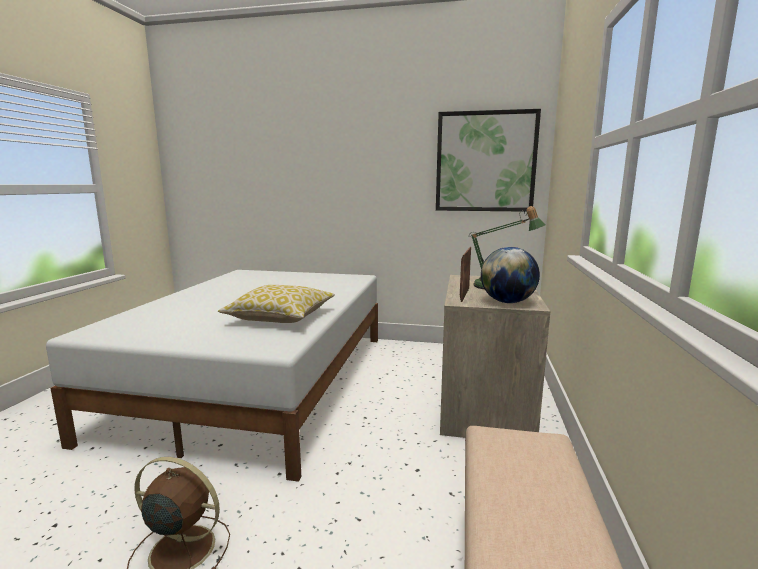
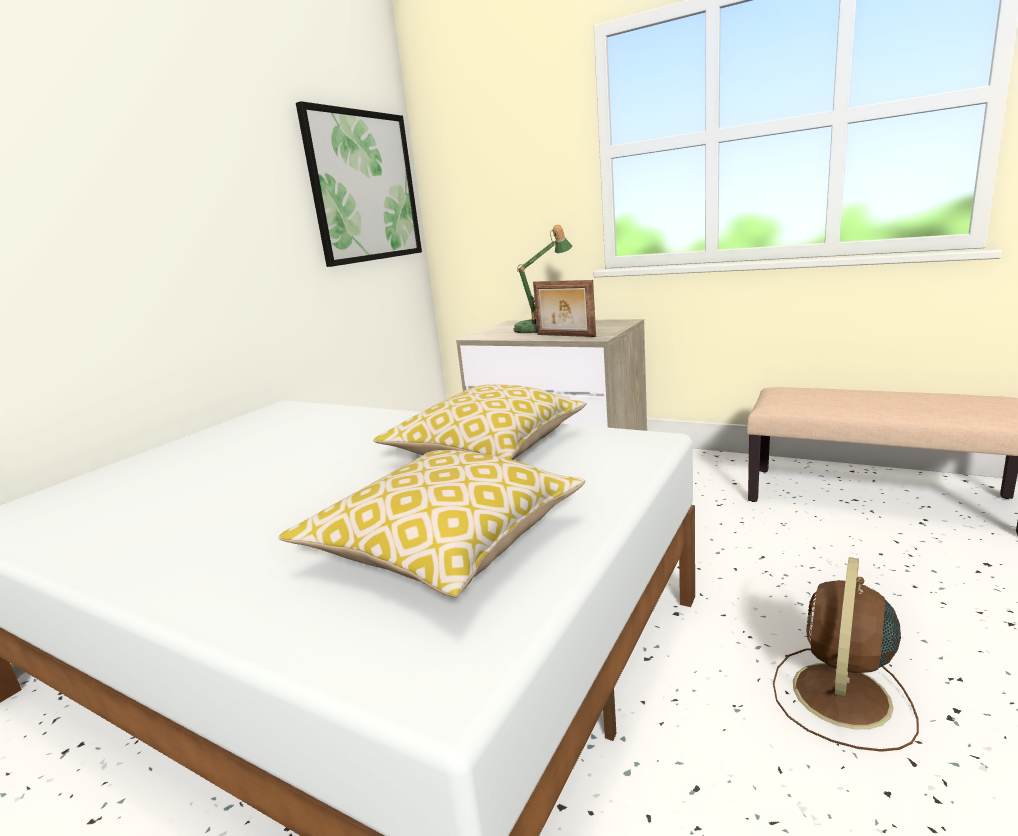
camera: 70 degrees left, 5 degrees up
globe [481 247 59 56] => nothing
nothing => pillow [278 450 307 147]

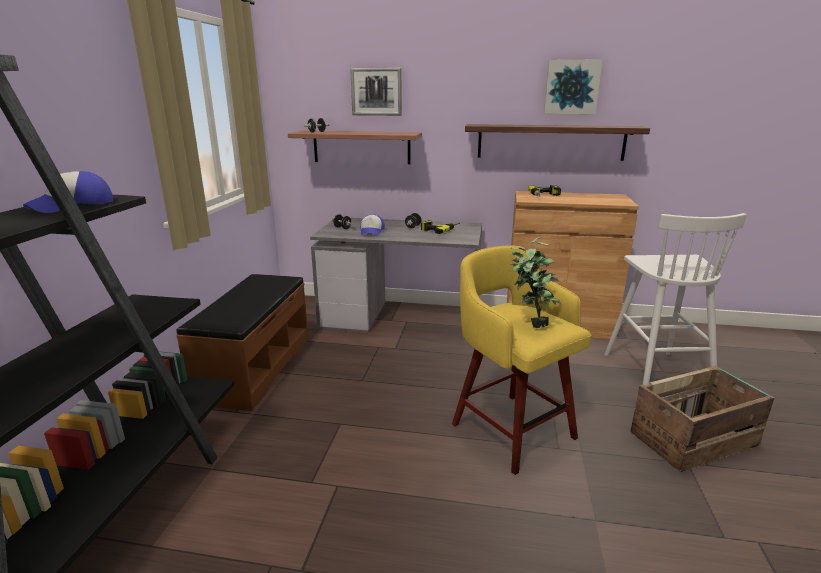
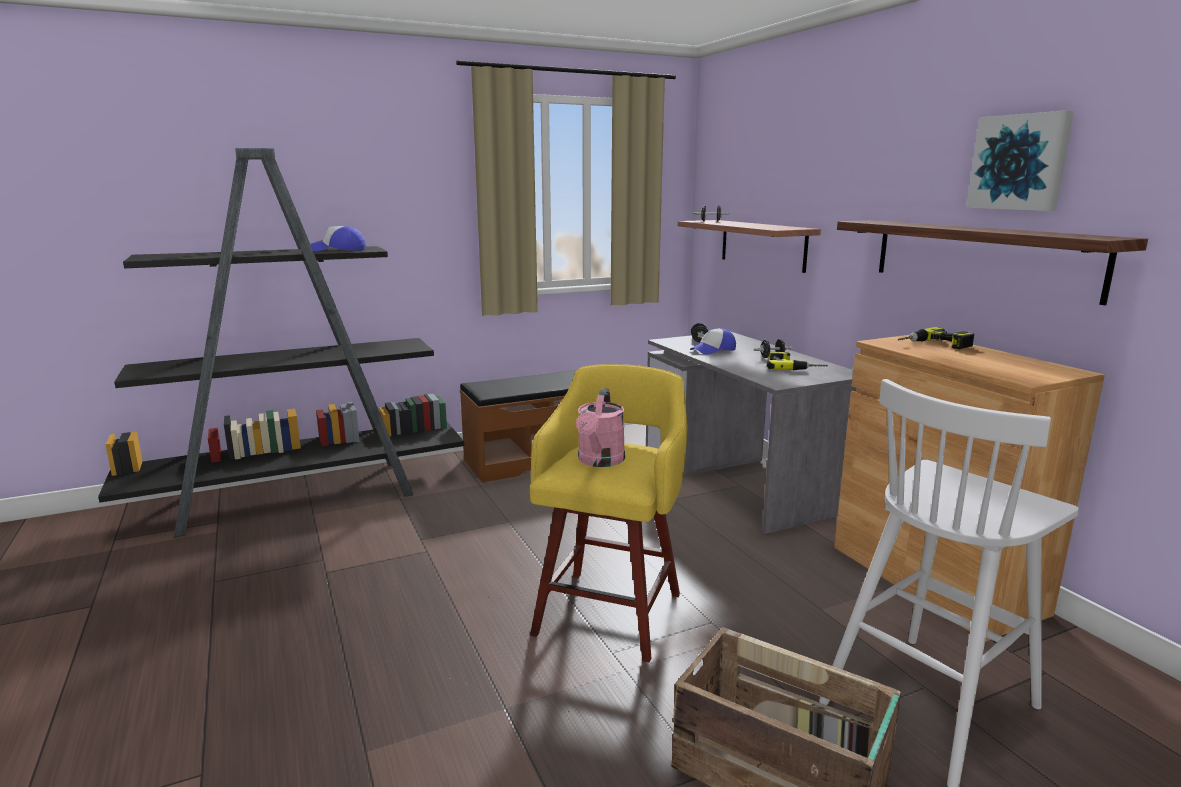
camera: 55 degrees right, 5 degrees down
picture [350 68 52 48] => nothing
potted plant [510 236 52 92] => pink watering can [576 388 49 79]

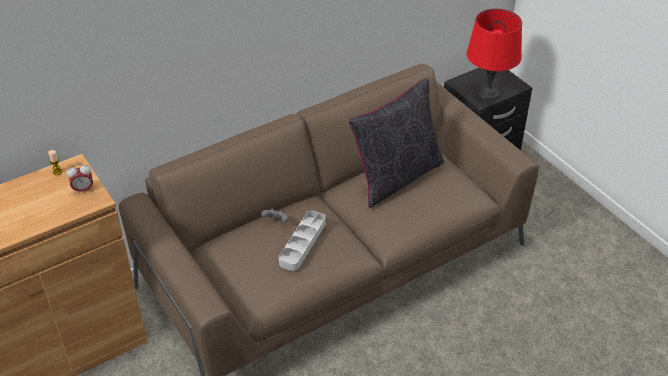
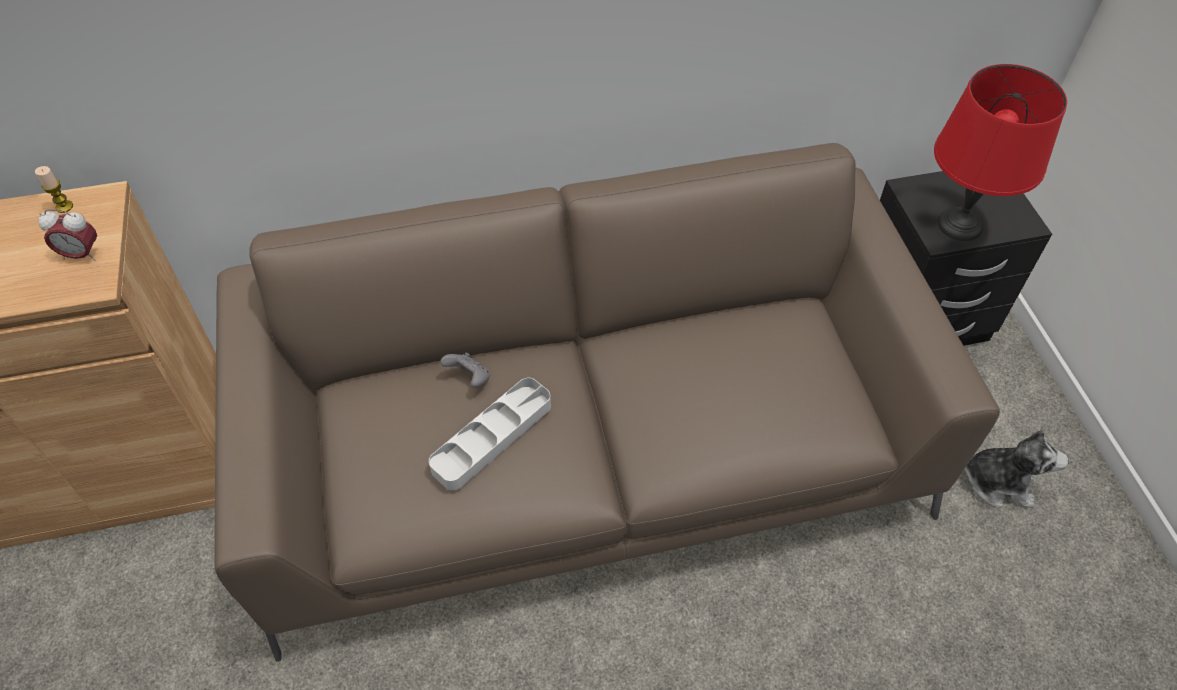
camera: 20 degrees right, 10 degrees up
black pillow [349 78 95 130] => nothing
nothing => plush toy [965 430 104 78]

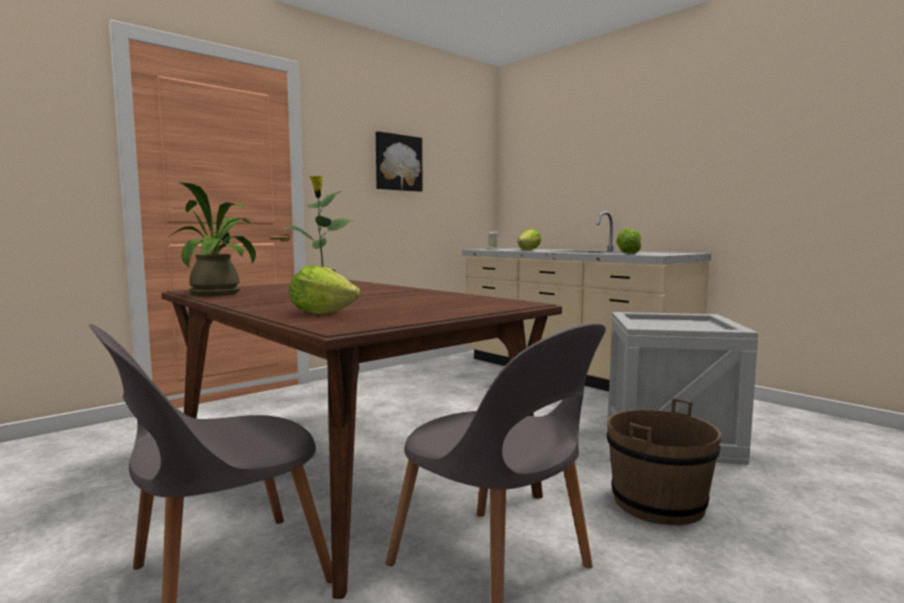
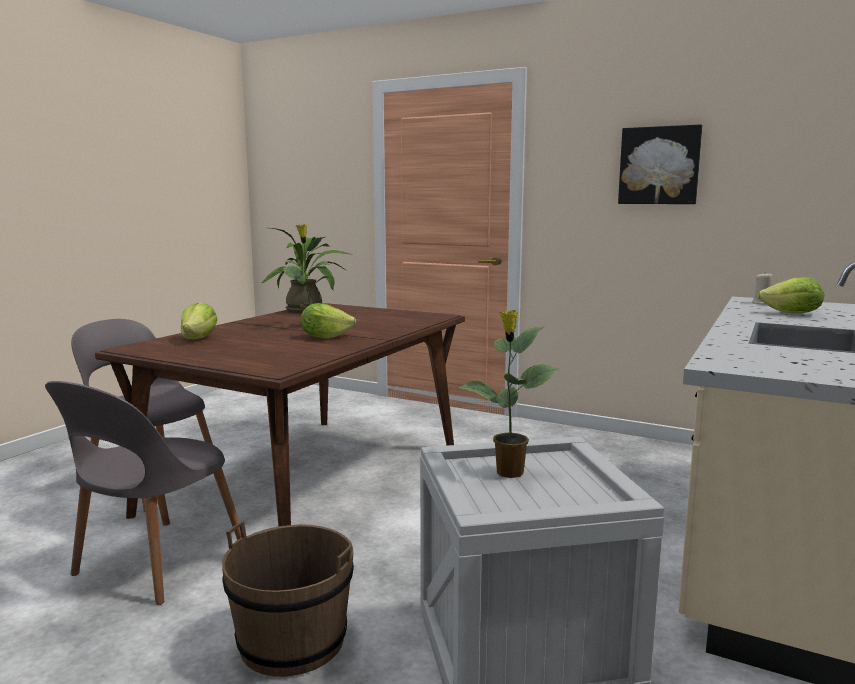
camera: 70 degrees right, 5 degrees up
lettuce [616 228 25 26] => lettuce [301 303 55 36], move
nothing => potted plant [458 310 102 168]

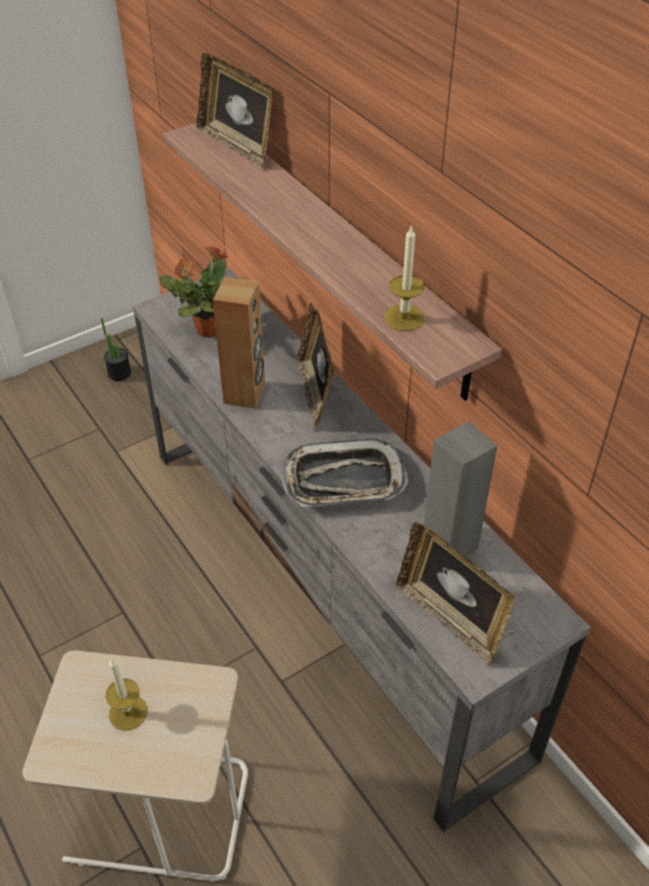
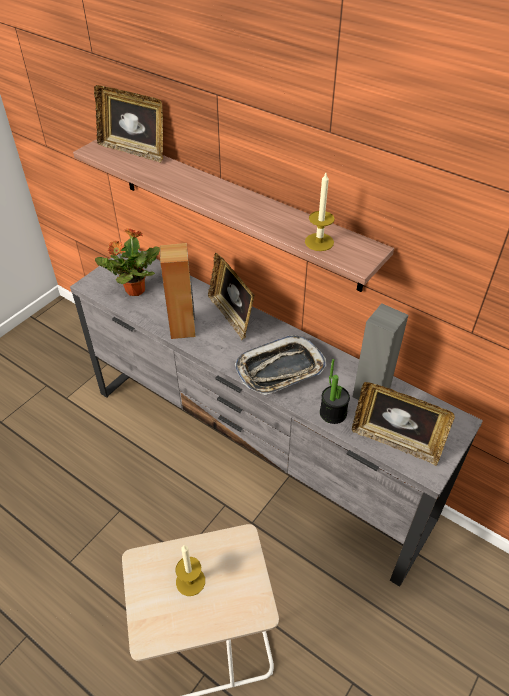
camera: 20 degrees left, 0 degrees up
potted plant [101 318 30 63] => potted plant [320 359 30 65], move

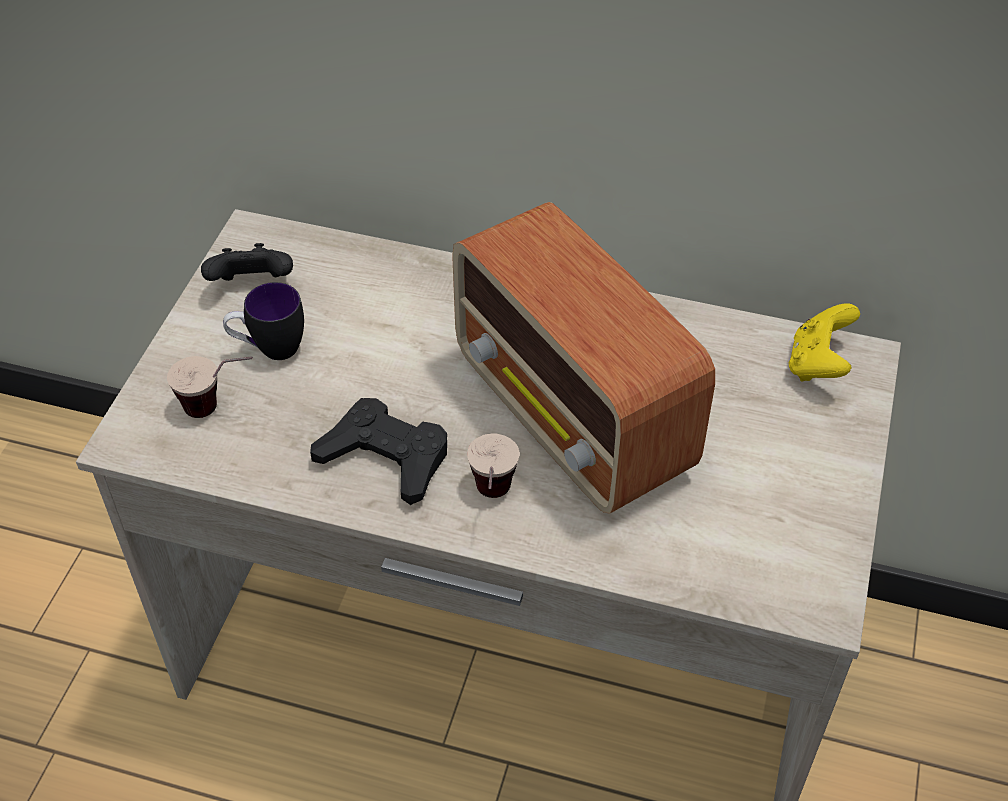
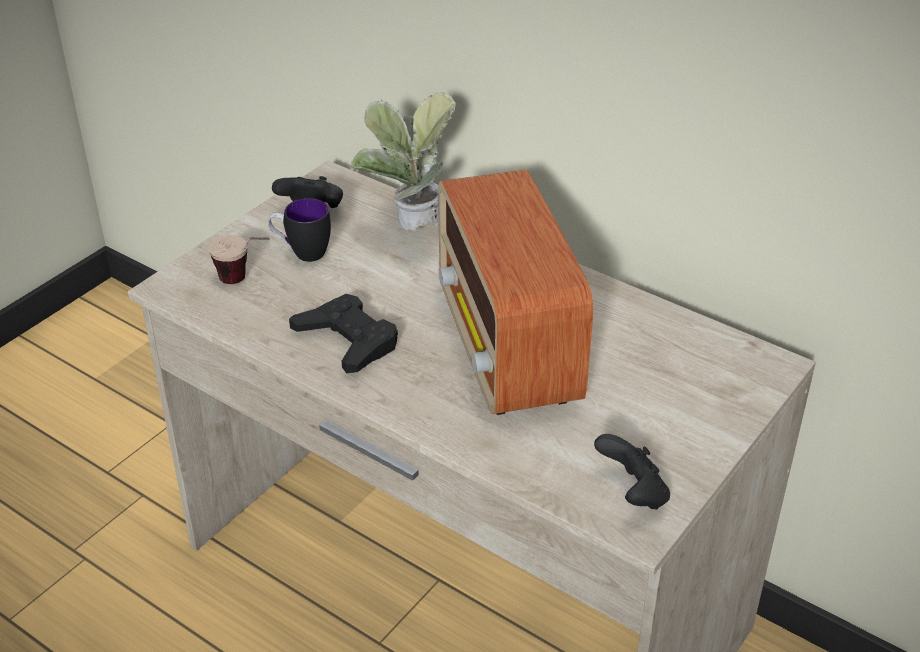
camera: 20 degrees right, 10 degrees down
yellow game controller [789 303 71 78] => nothing
cup [467 433 53 65] => nothing
nothing => potted plant [351 92 106 144]
nothing => black game controller [594 434 76 75]

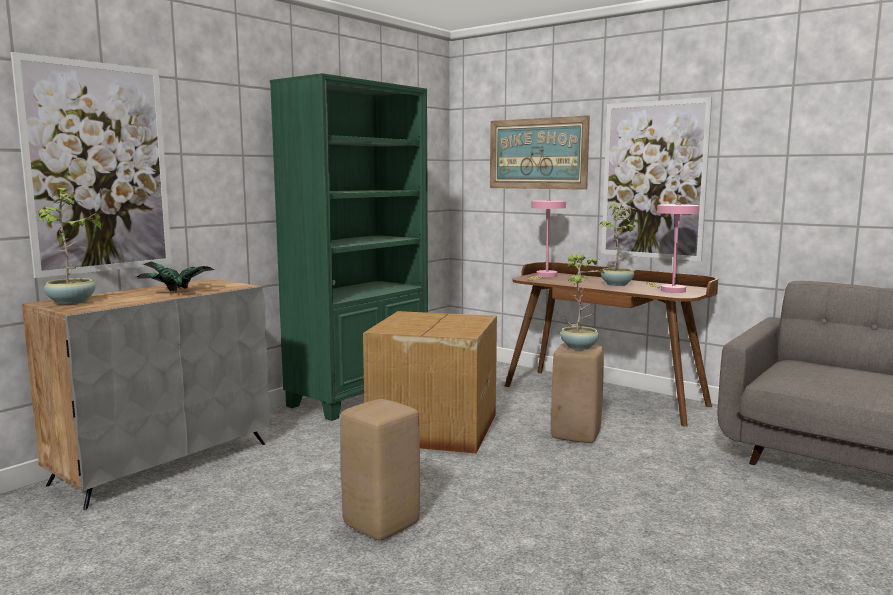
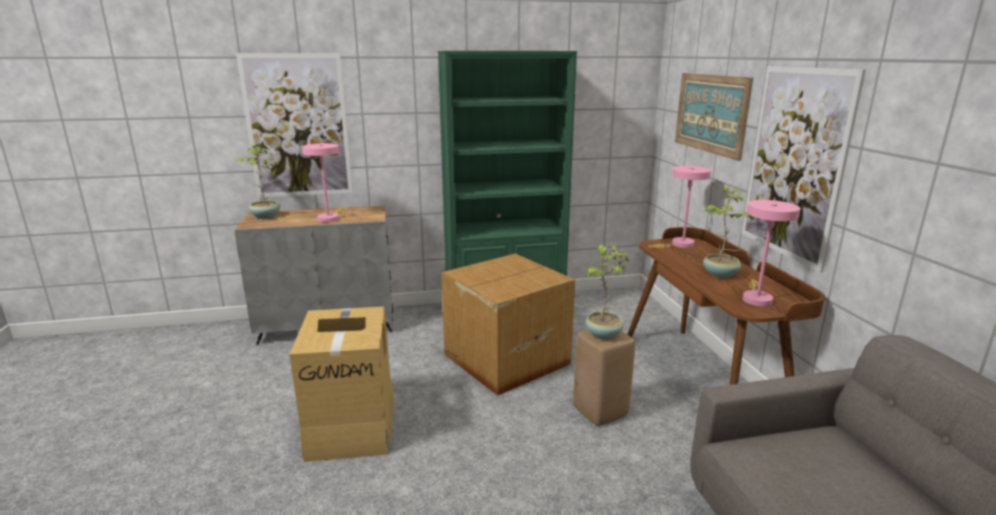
camera: 40 degrees right, 10 degrees up
potted plant [137 261 78 30] => pink table lamp [302 143 45 80]
beige stool [340 399 80 141] => cardboard box [290 306 104 156]

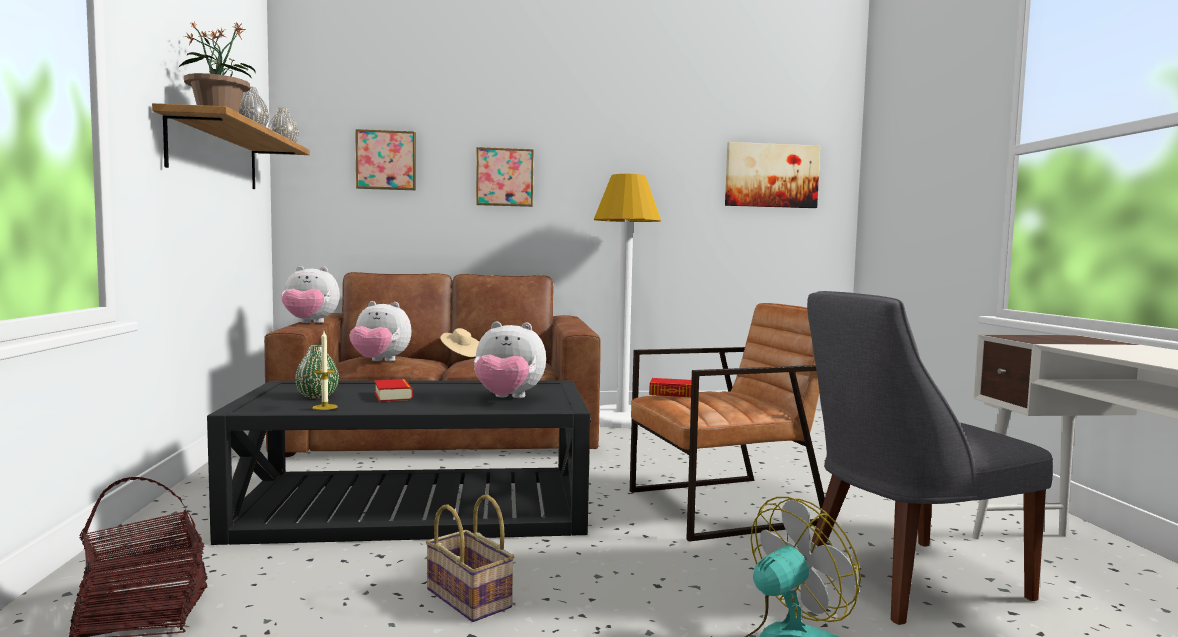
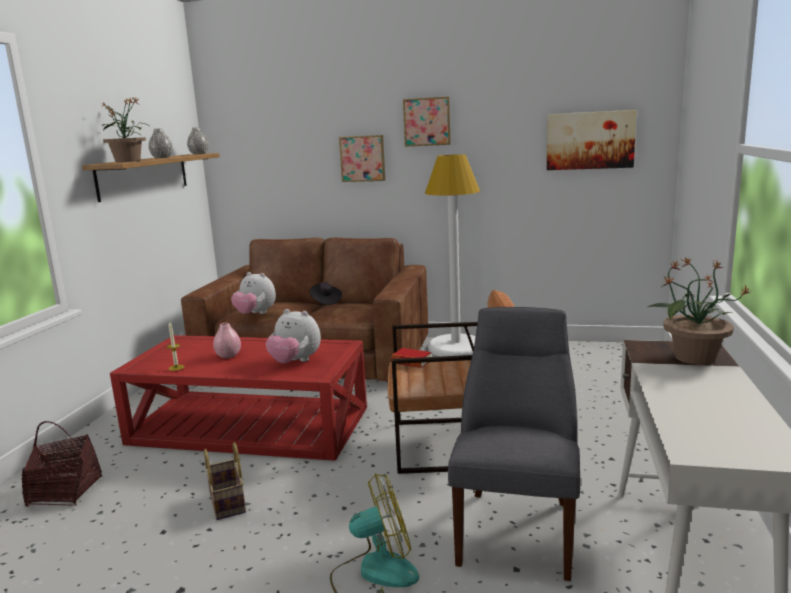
camera: 20 degrees right, 10 degrees up
picture [355 129 61 61] => picture [403 97 47 50], move
plush toy [281 266 59 57] => nothing
grey chair [807 291 246 334] => grey chair [448 307 132 274], 105 degrees clockwise
beige hat [440 328 39 29] => black hat [310 282 32 23]
green vase [295 345 44 54] => nothing
book [374 379 39 23] => pink vase [213 323 28 35]
black coffee table [207 380 384 165] => red coffee table [110 335 257 126]
nothing => potted plant [646 257 105 108]

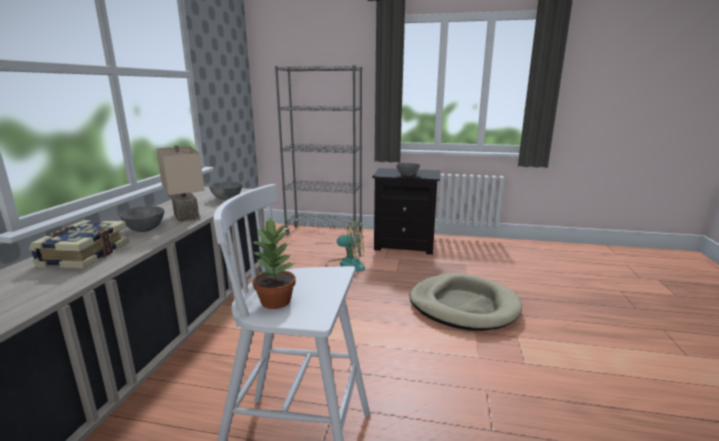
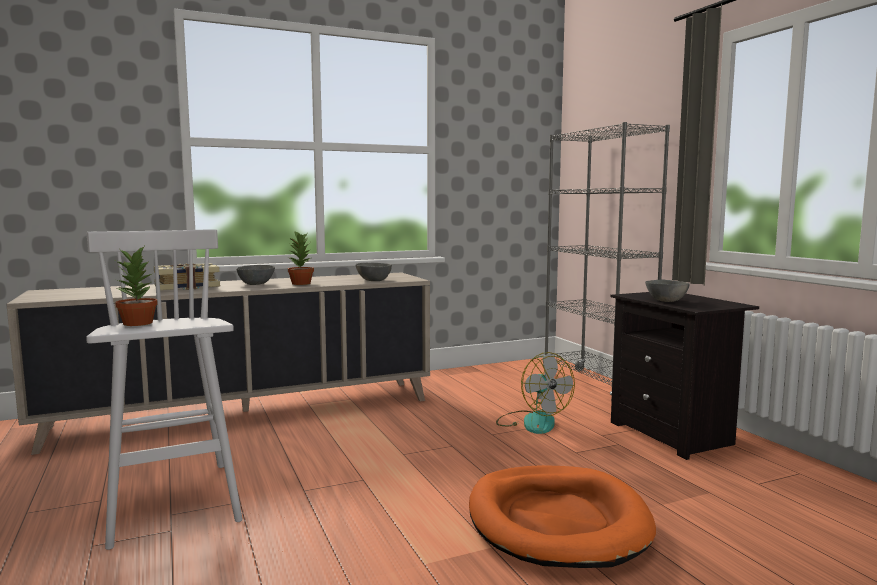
camera: 55 degrees right, 10 degrees down
beige table lamp [156 145 48 77] => potted plant [288 231 26 54]
beige dog bed [410 273 112 58] => orange dog bed [469 465 187 103]

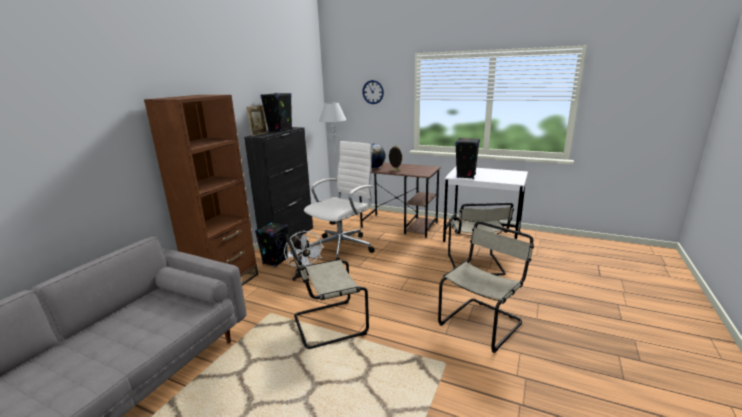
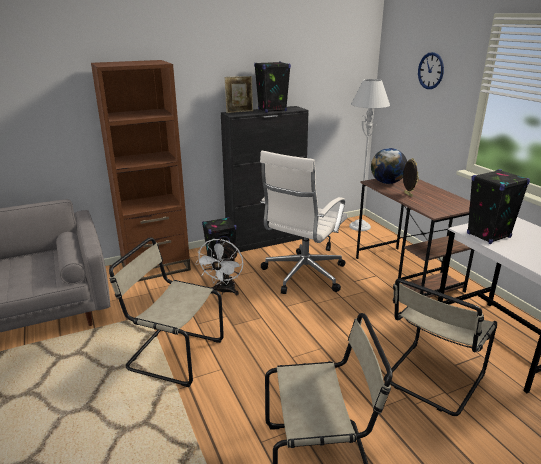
camera: 40 degrees right, 5 degrees up
white office chair [304 141 70 119] => white office chair [260 151 88 143], 135 degrees clockwise

